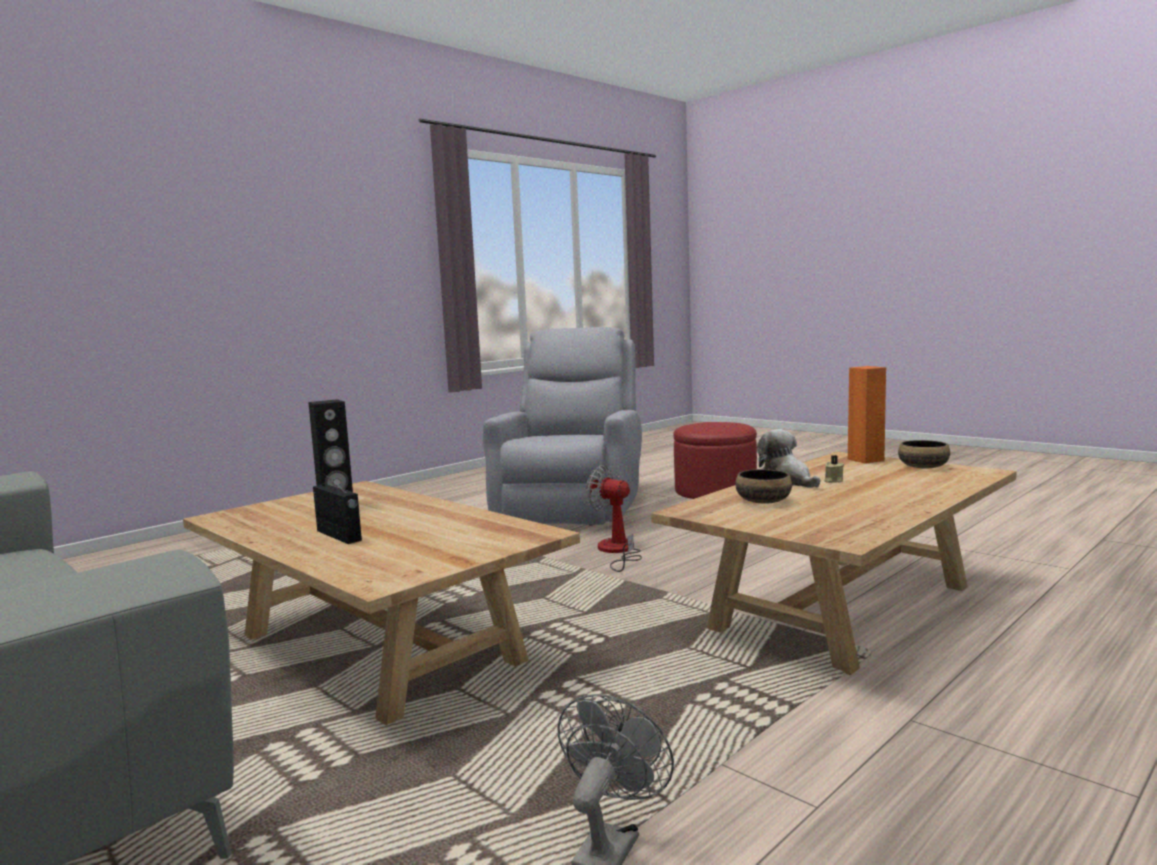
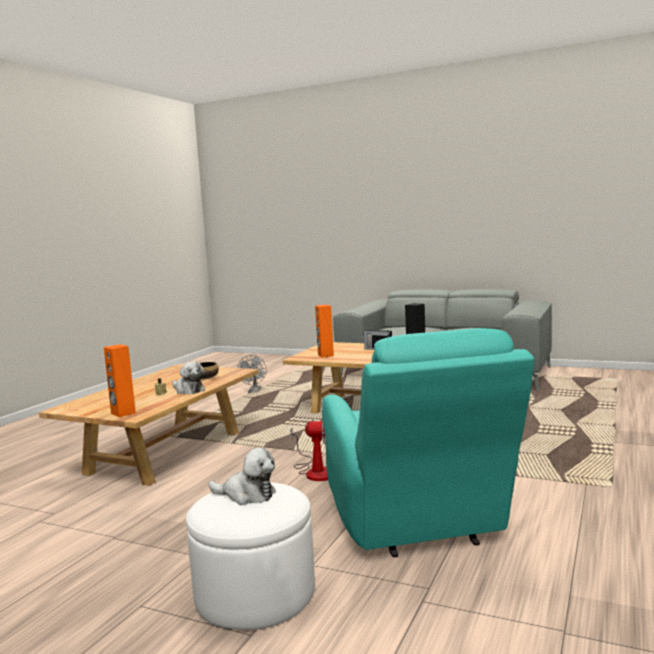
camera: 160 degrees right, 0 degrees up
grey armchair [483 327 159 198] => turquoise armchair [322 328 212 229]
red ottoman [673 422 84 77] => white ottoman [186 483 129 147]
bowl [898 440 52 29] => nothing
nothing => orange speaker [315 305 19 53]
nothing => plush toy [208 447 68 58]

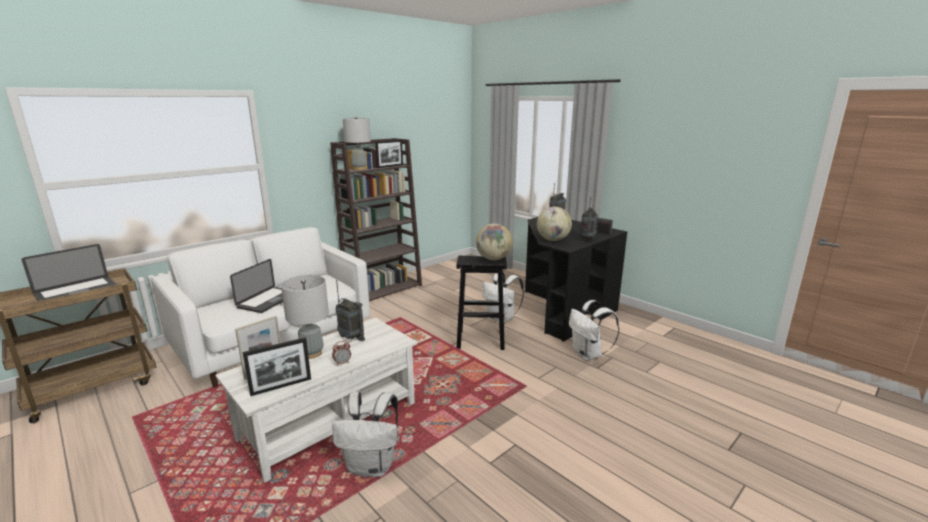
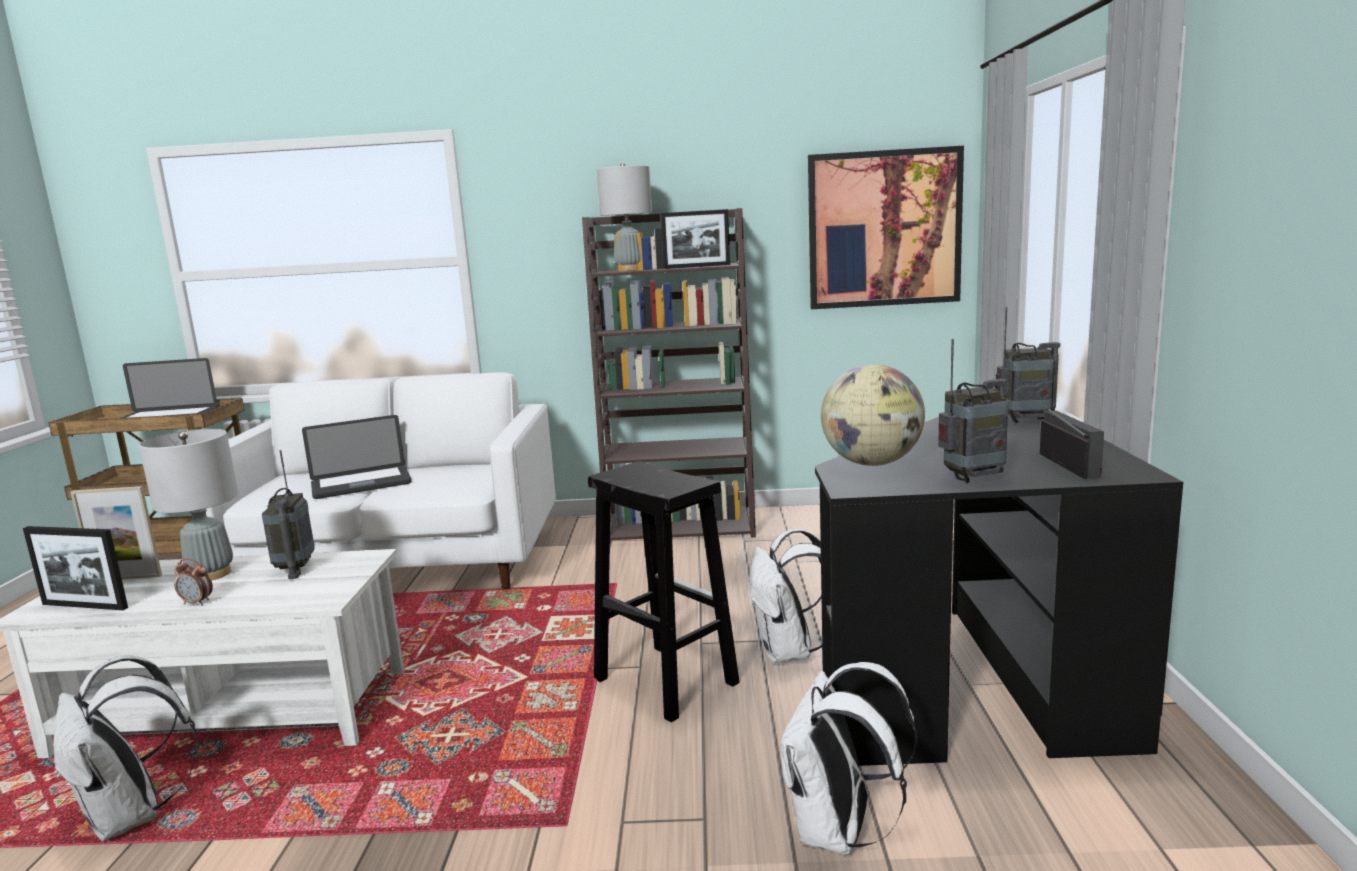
camera: 45 degrees right, 5 degrees down
globe [476 224 37 36] => nothing
nothing => picture [808 146 156 163]

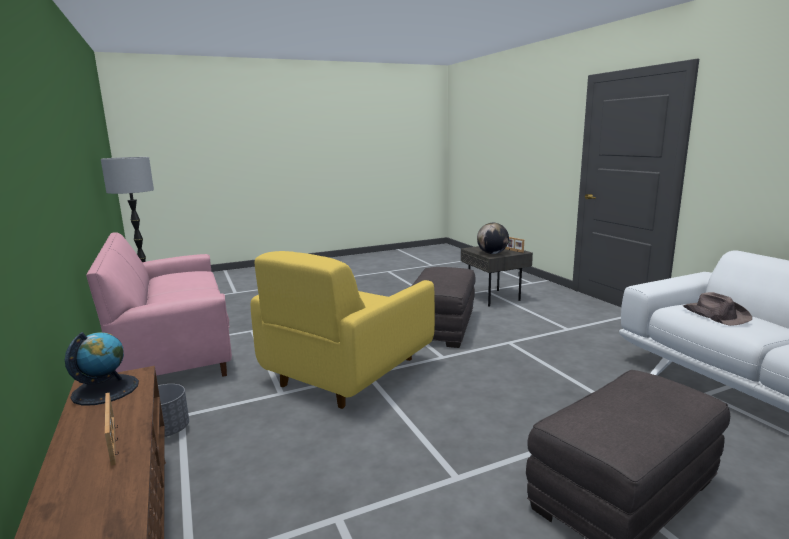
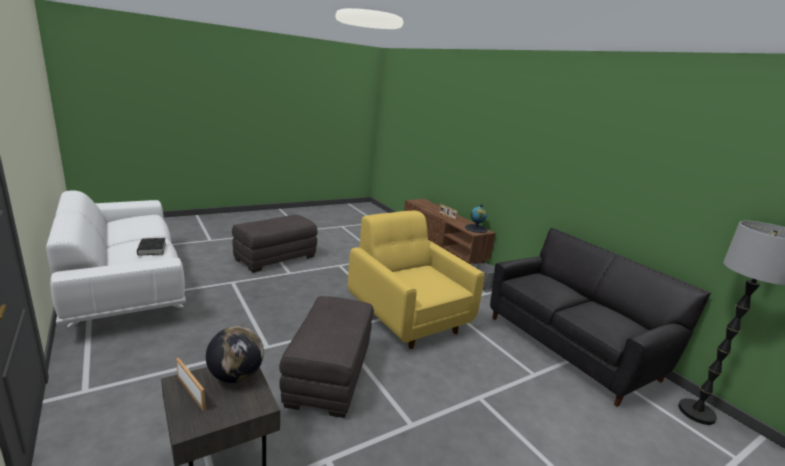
camera: 170 degrees right, 5 degrees up
pink sofa [86 232 146 145] => black sofa [490 228 221 179]
yellow armchair [251 251 184 158] => yellow armchair [348 211 137 138], 60 degrees counterclockwise
brown hat [683 292 69 34] => black book [137 238 29 18]

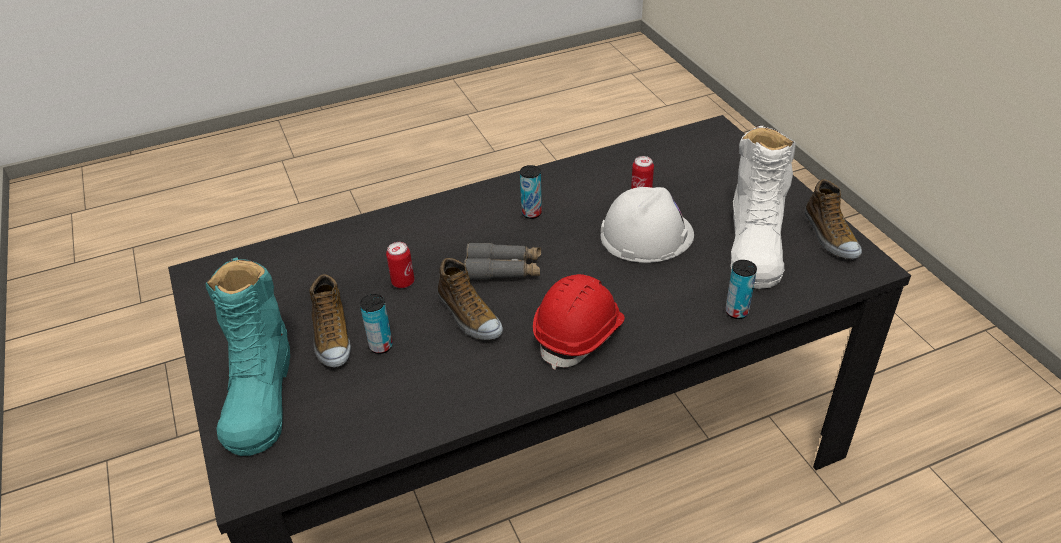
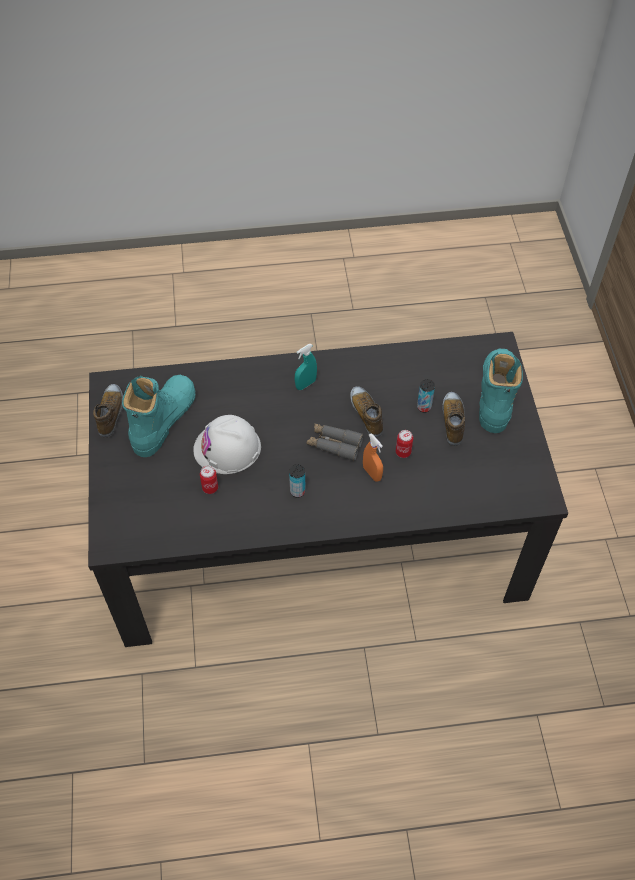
camera: 165 degrees left, 15 degrees up
white boot [731 126 65 163] => turquoise boot [122 375 74 82]
can [725 260 32 59] => nothing
red hard hat [533 274 92 96] => turquoise spray bottle [295 344 22 46]
nothing => orange spray bottle [363 433 20 49]

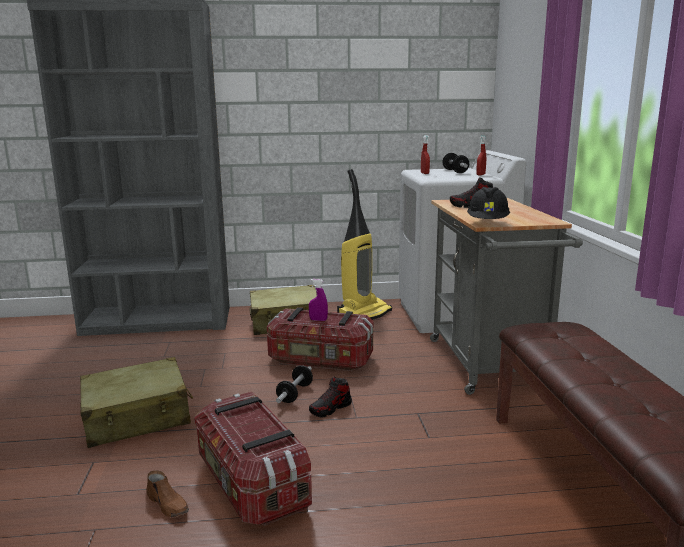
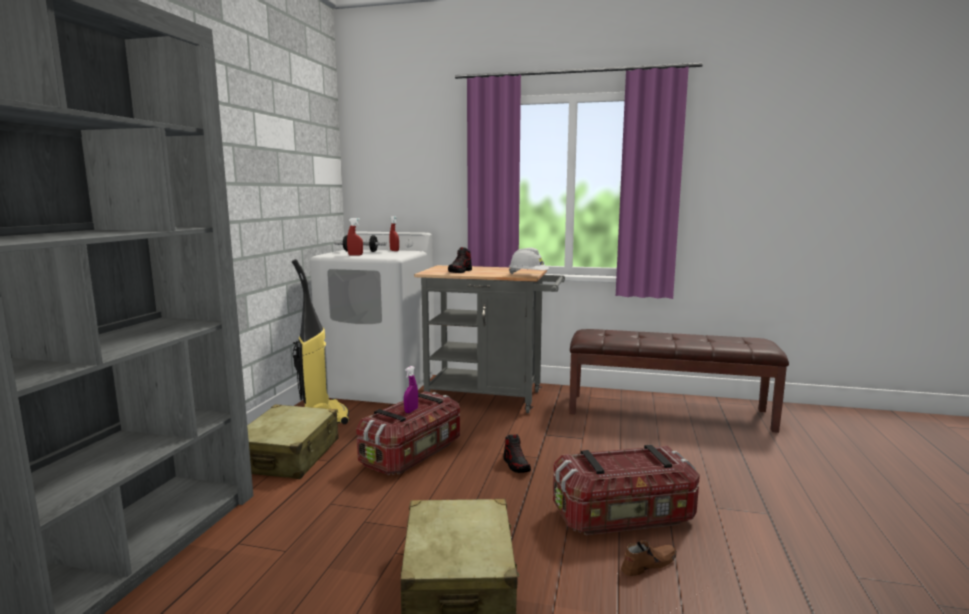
camera: 70 degrees left, 5 degrees down
black hard hat [467 187 43 32] => white hard hat [509 248 40 26]
dumbbell [276 365 37 38] => nothing

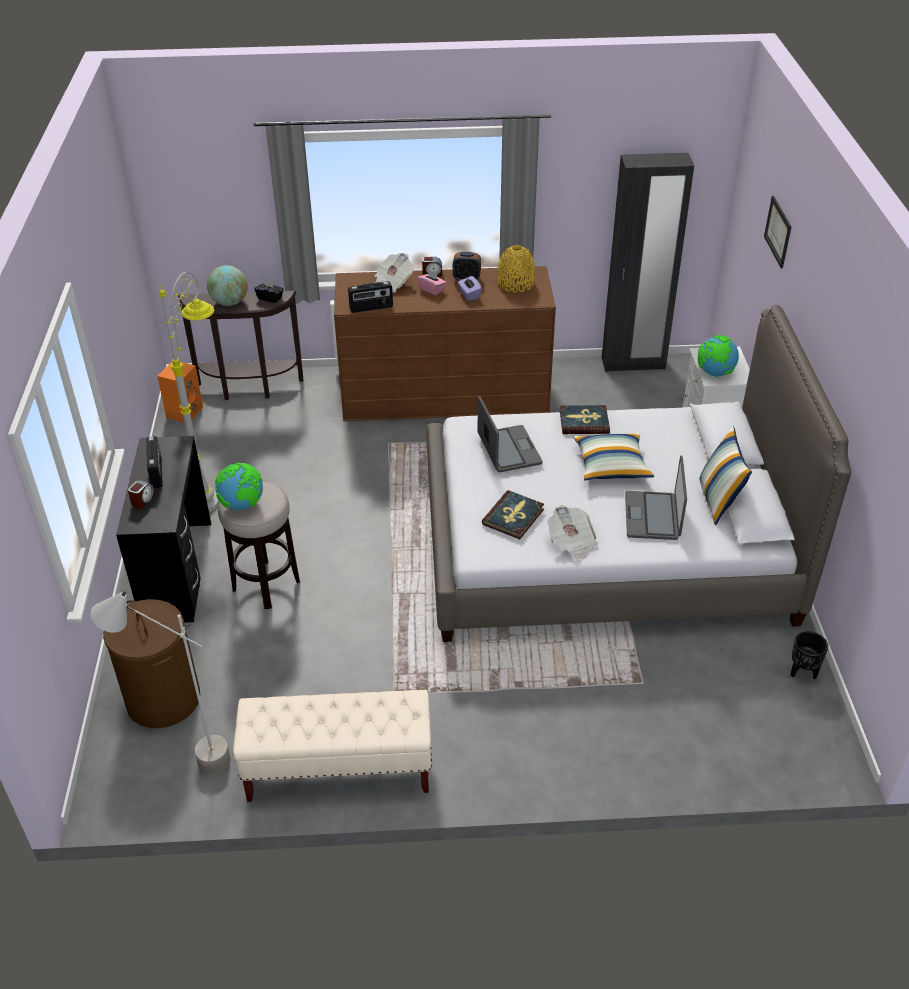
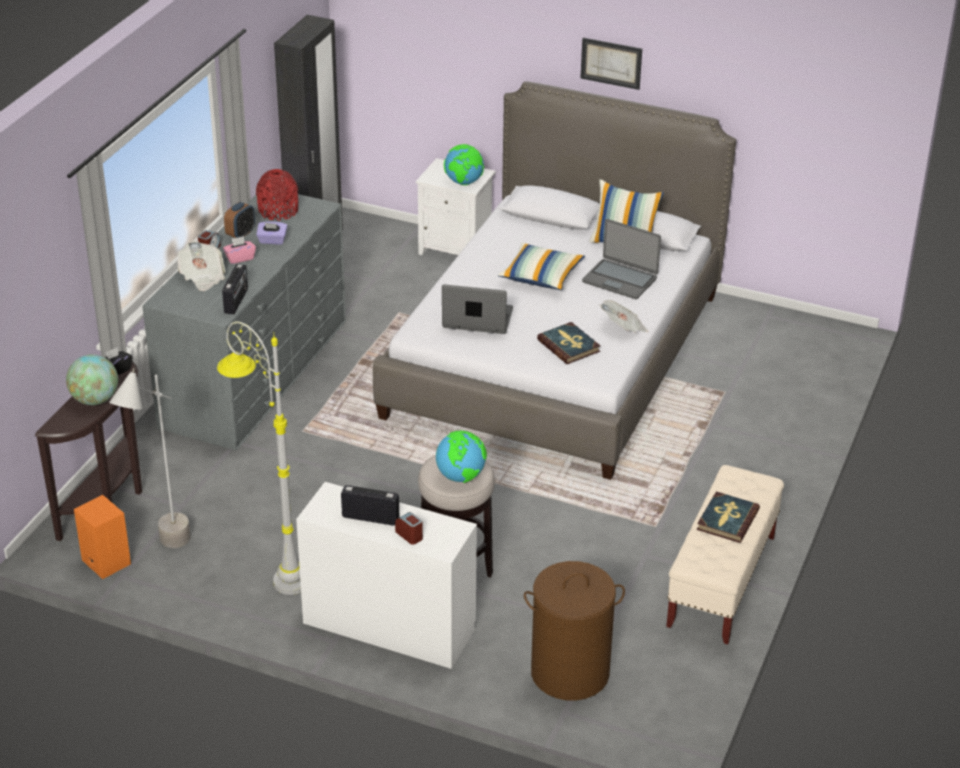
camera: 65 degrees left, 5 degrees down
picture [764 196 28 72] => picture [580 38 62 52], move
yellow vase [498 245 37 47] => red vase [256 169 42 52]
brown dresser [334 266 222 155] => grey dresser [142 192 204 259]
book [560 405 50 29] => book [697 492 63 51], move
black desk [116 436 95 187] => white desk [296 482 181 187]
grey floor lamp [91 591 140 184] => grey floor lamp [109 368 82 180], move
black planter [790 631 38 48] => nothing

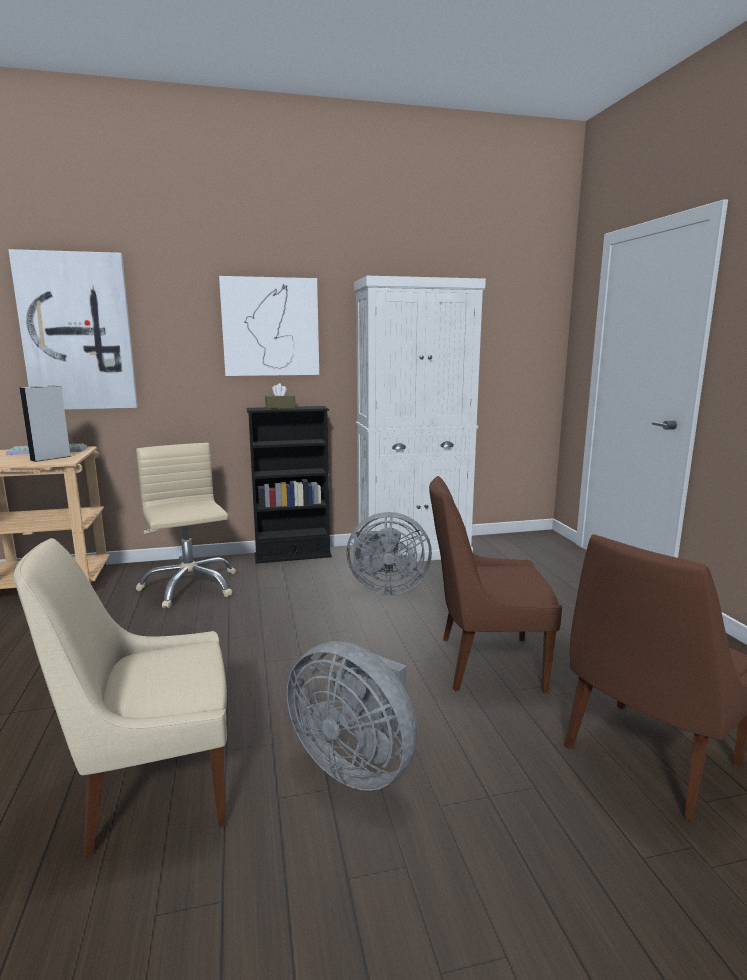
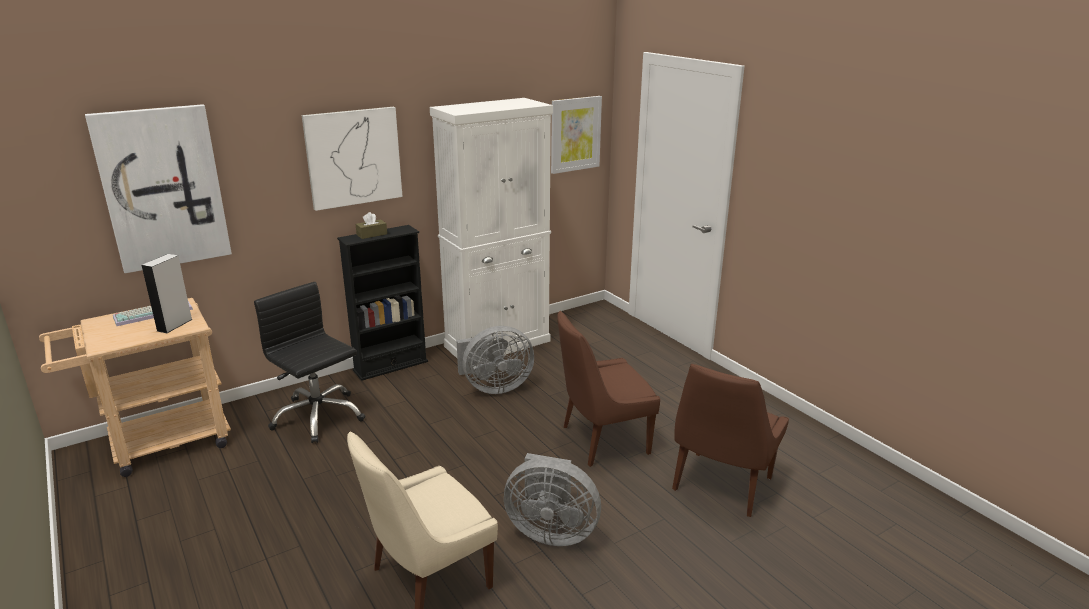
camera: 20 degrees left, 10 degrees up
beige office chair [136 443 100 166] => black office chair [254 282 111 161]
nothing => picture [551 96 51 78]

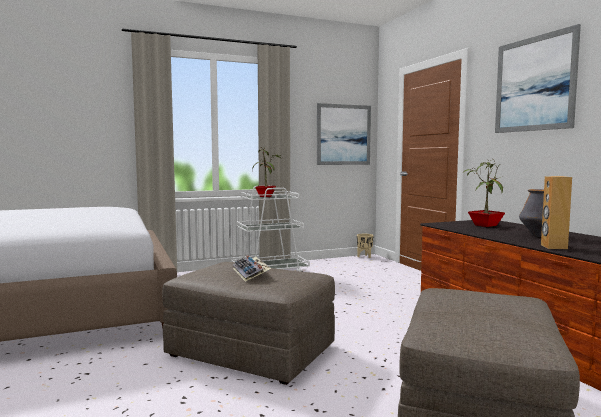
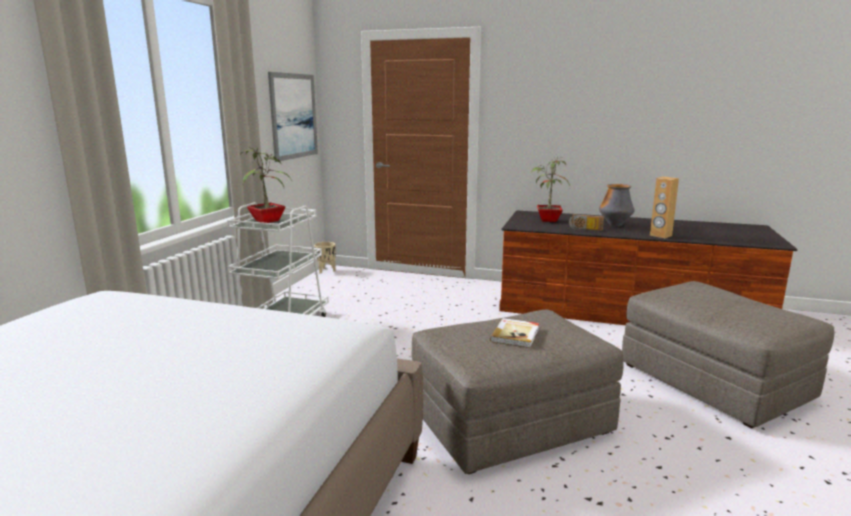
camera: 50 degrees left, 10 degrees up
picture [495 24 86 109] => nothing
keyboard [233 255 38 27] => book [490 318 49 30]
nothing => radio [569 214 35 17]

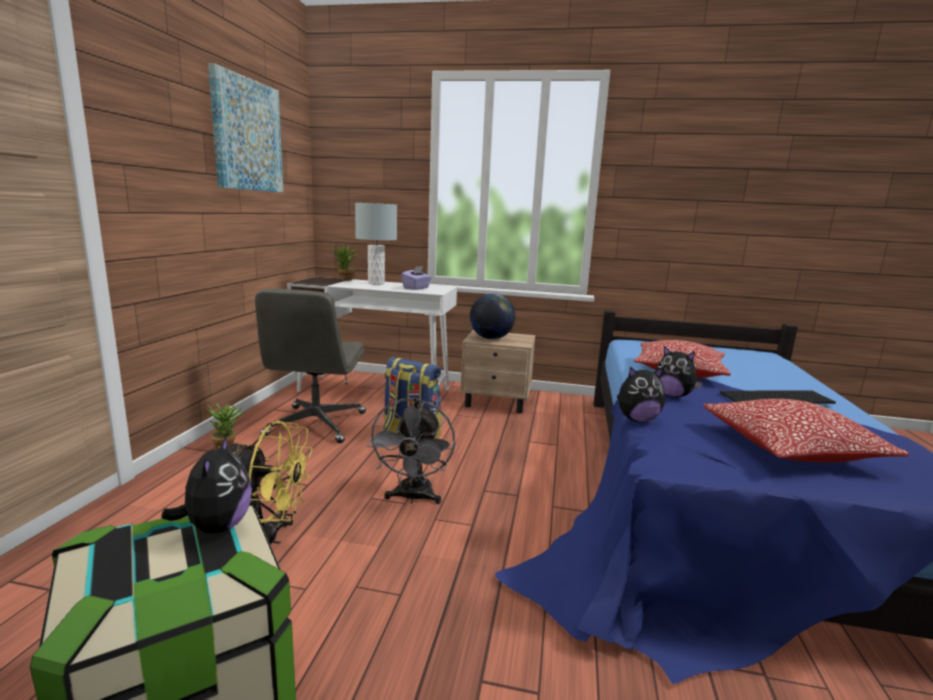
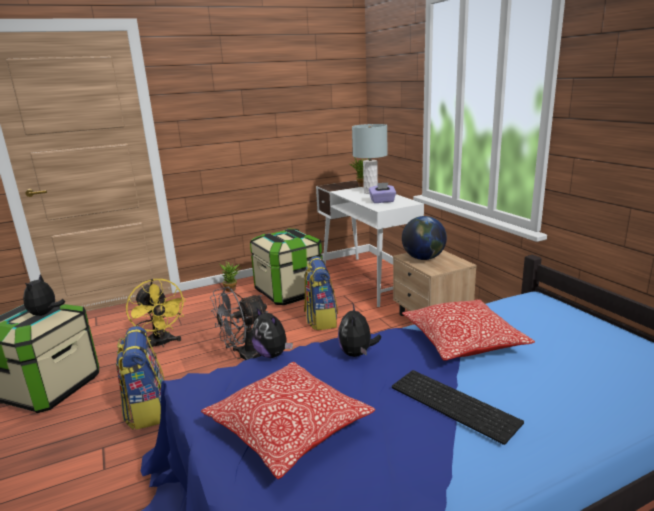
camera: 55 degrees right, 5 degrees up
picture [208 63 75 129] => nothing
grey office chair [255 288 111 155] => storage box [250 229 72 76]
plush toy [161 434 91 99] => plush toy [23 274 42 42], 135 degrees clockwise
nothing => backpack [116 326 49 104]

